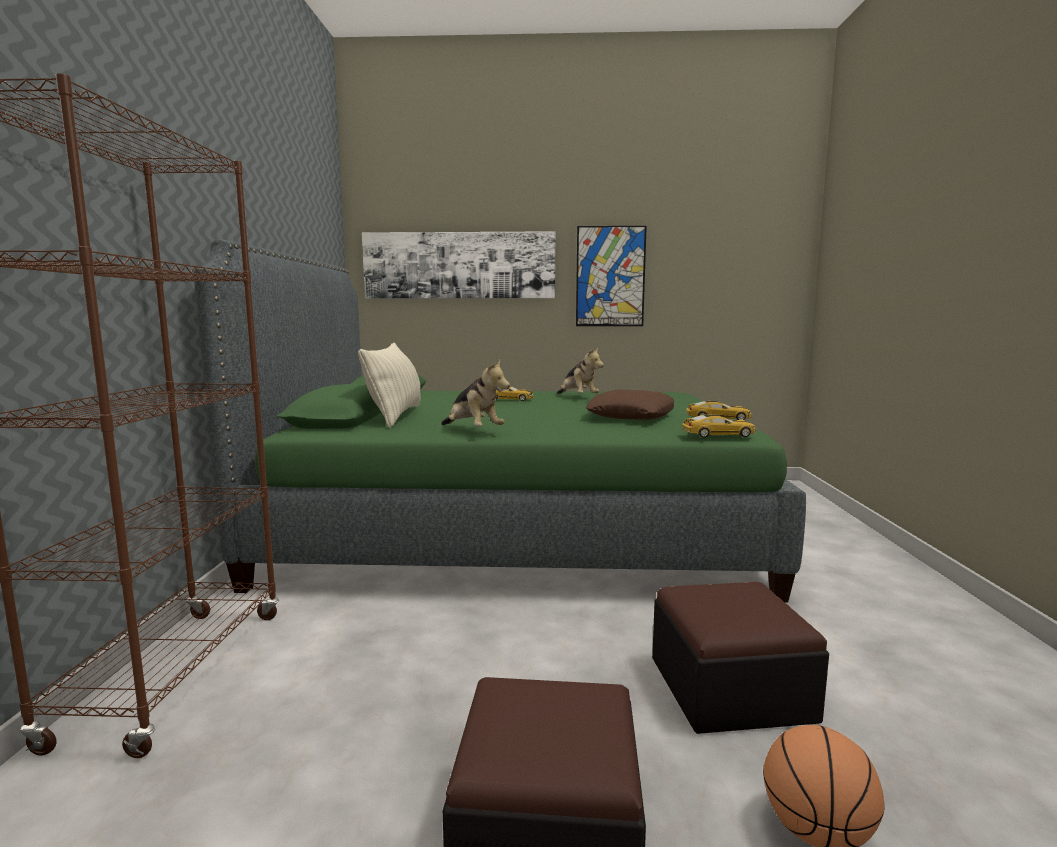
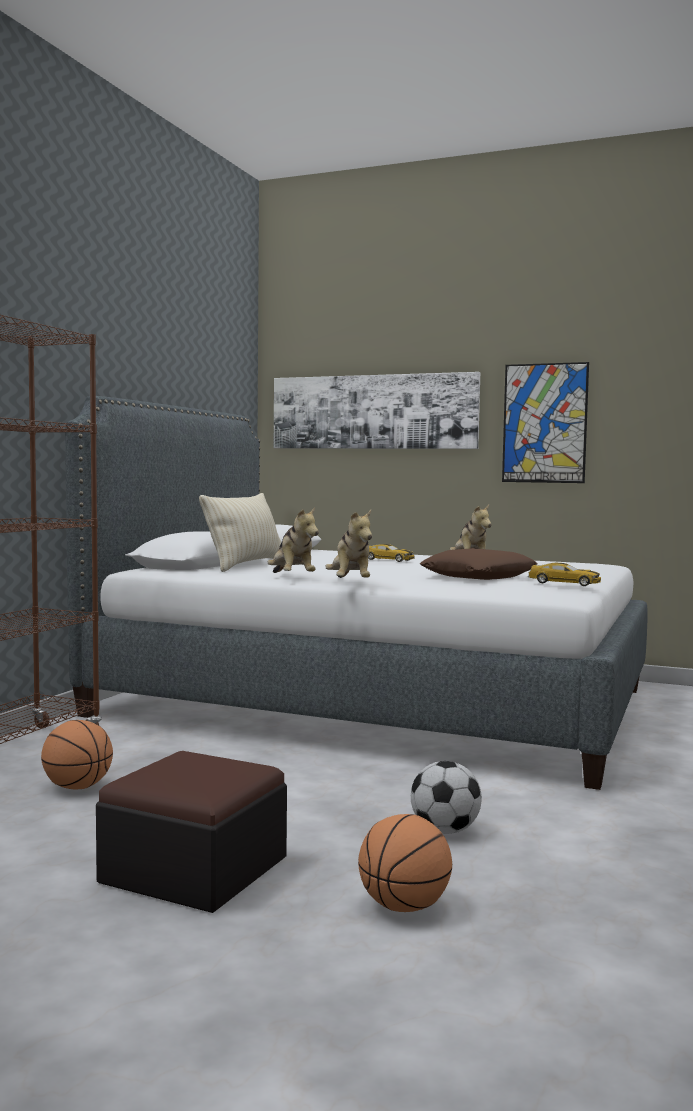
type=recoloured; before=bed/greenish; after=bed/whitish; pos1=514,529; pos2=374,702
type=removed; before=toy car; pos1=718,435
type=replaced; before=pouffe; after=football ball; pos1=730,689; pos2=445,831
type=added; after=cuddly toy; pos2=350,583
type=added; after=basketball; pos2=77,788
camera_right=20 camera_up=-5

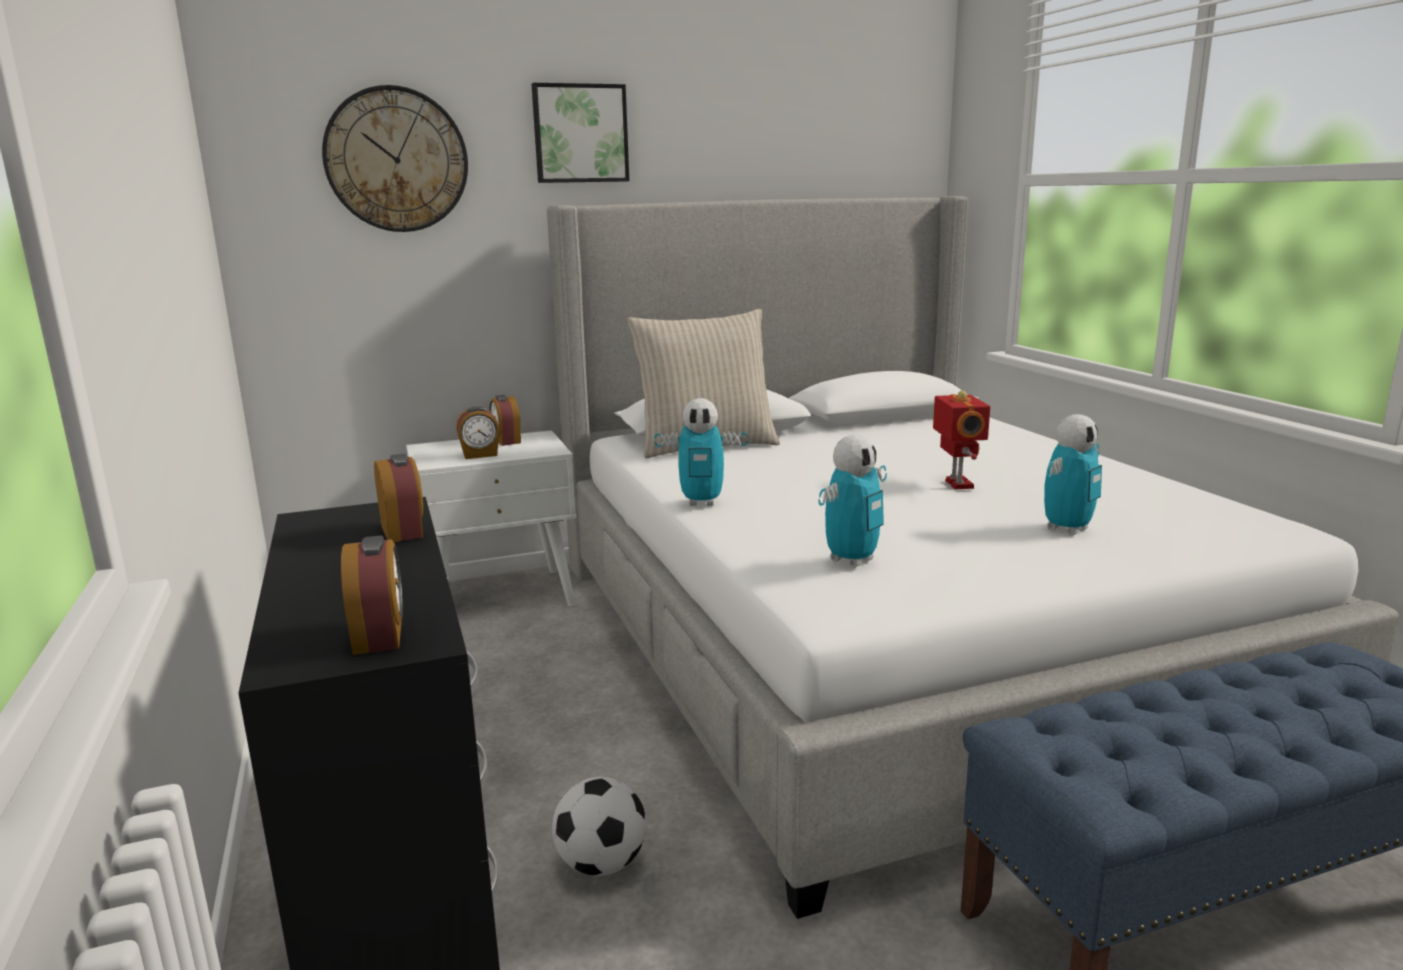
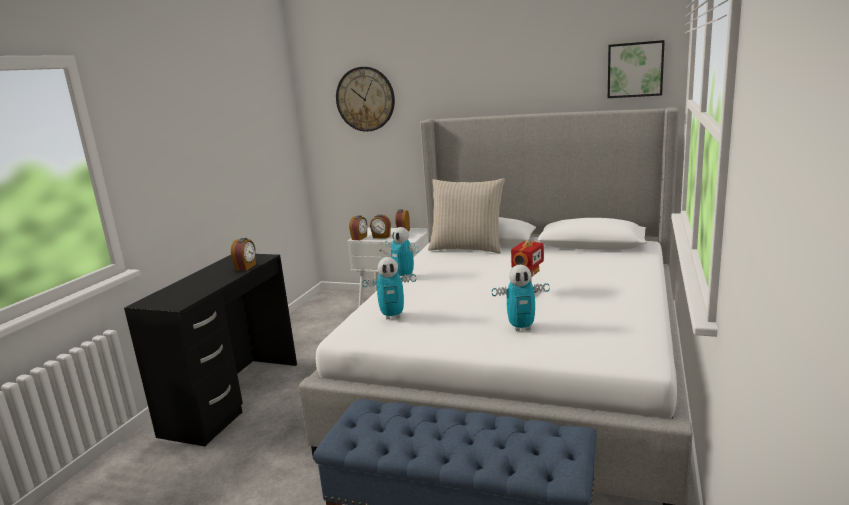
type=moved; before=wall picture; pos1=580,134; pos2=635,69
type=moved; before=table clock; pos1=380,637; pos2=360,238
type=removed; before=football ball; pos1=601,864
camera_right=40 camera_up=0

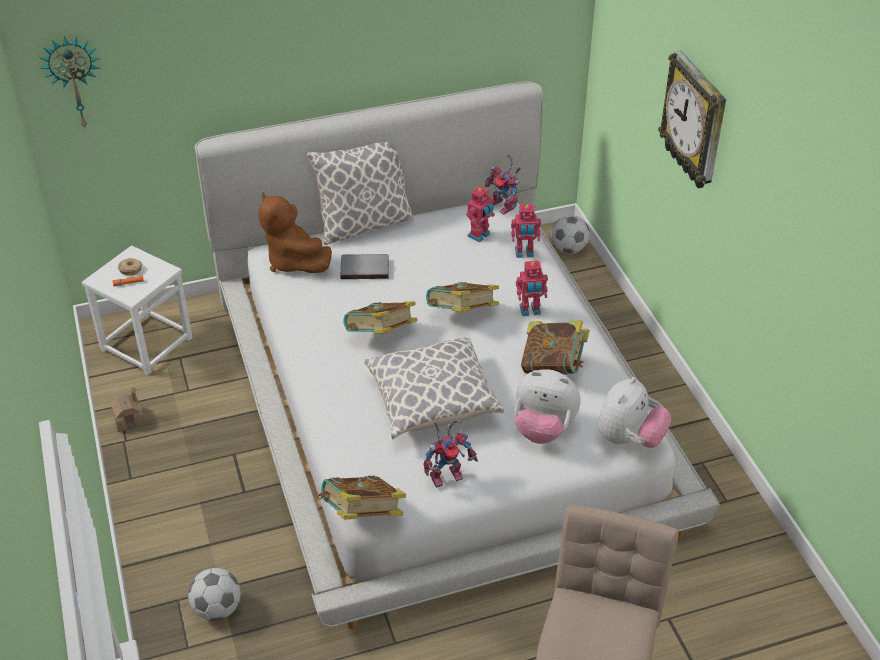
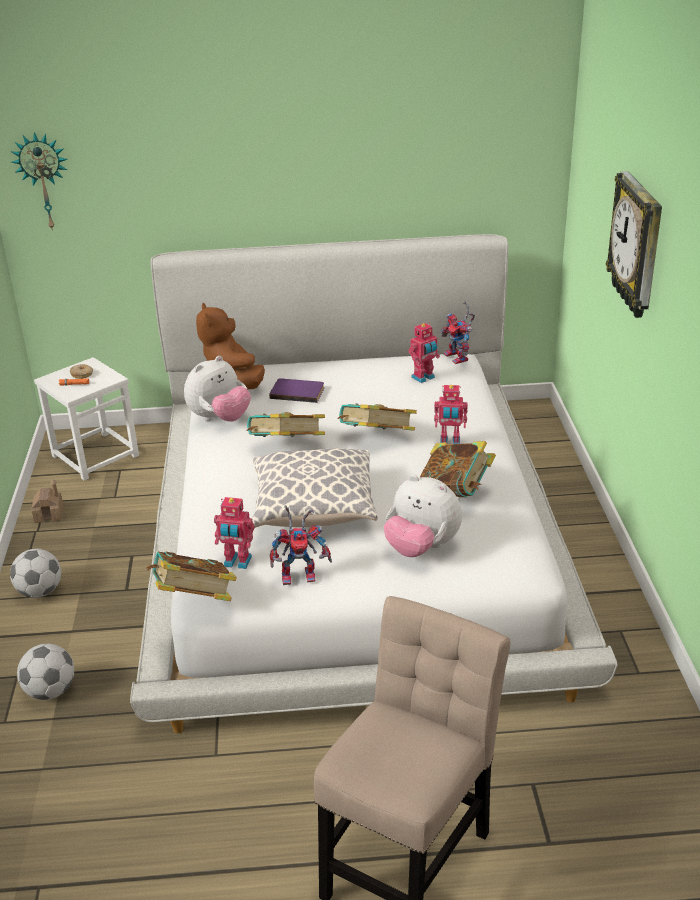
type=removed; before=pillow; pos1=363,224
type=moved; before=toy robot; pos1=524,253; pos2=237,562
type=moved; before=football ball; pos1=569,249; pos2=40,591
type=recoloured; before=bound book/greyish; after=bound book/purple-coloured; pos1=365,267; pos2=297,392
type=moved; before=cuddly toy; pos1=629,439; pos2=220,418
camera_right=15 camera_up=-10

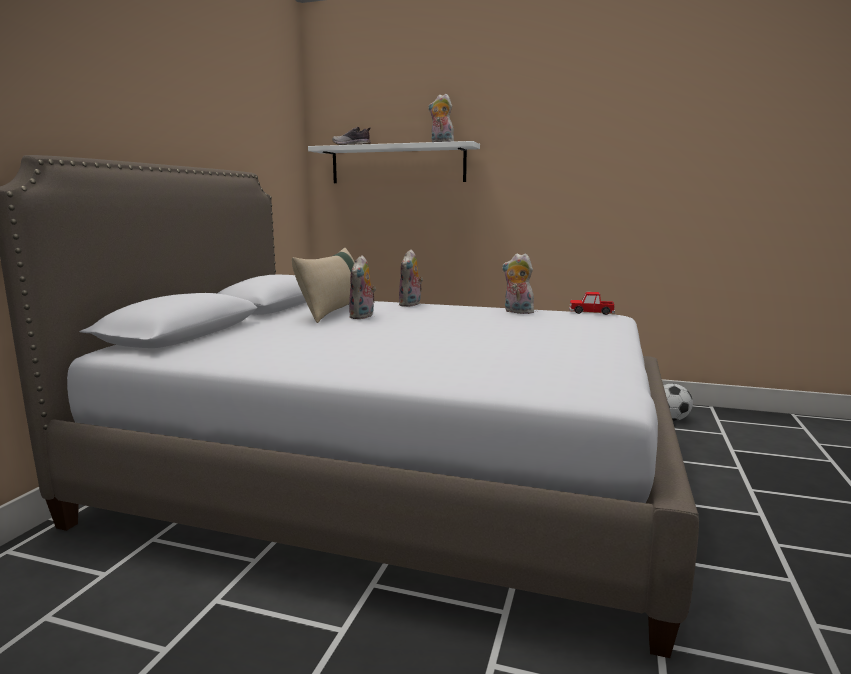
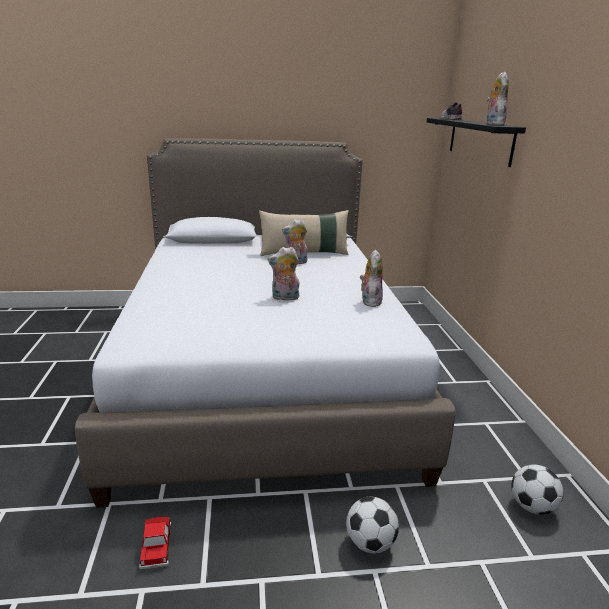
type=recoloured; before=bracket shelf/whitish; after=bracket shelf/black; pos1=397,164; pos2=479,140
type=moved; before=cuddly toy; pos1=411,305; pos2=284,298
type=moved; before=toy car; pos1=591,312; pos2=156,546
type=added; after=football ball; pos2=369,543
camera_right=65 camera_up=10

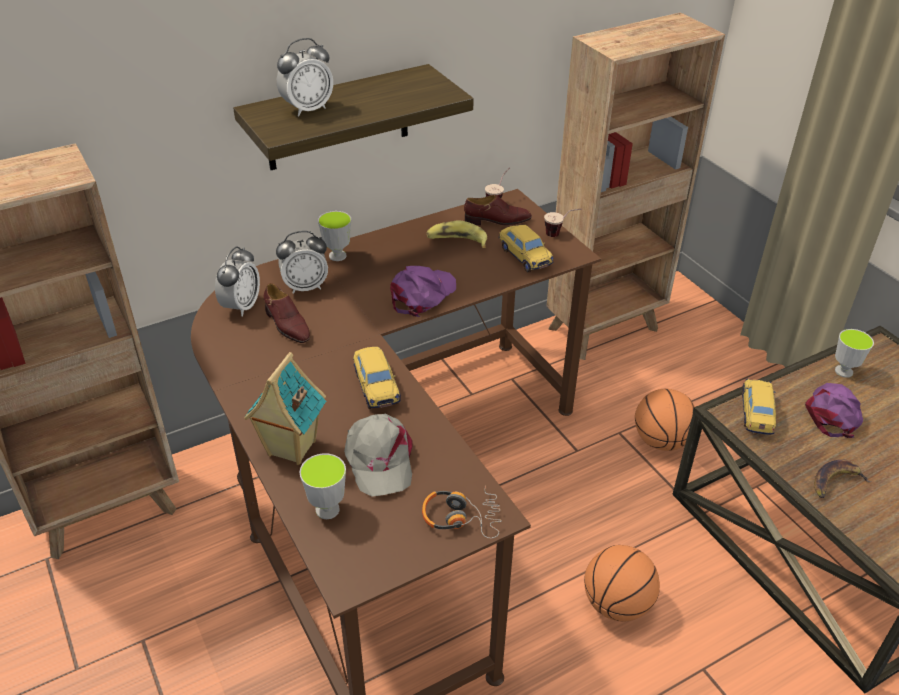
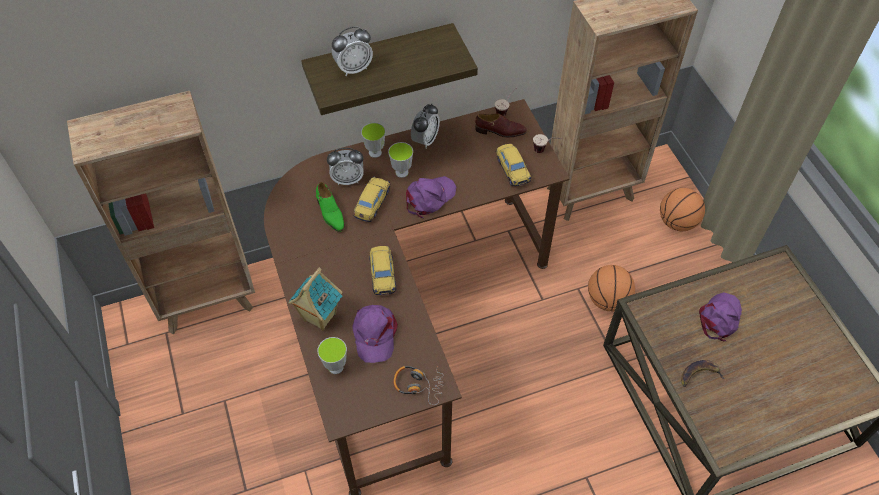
type=removed; before=banana; pos1=457,241
type=moved; before=table clock; pos1=241,306; pos2=425,140
type=recoloured; before=shoe/brown-coloured; after=shoe/greenish; pos1=287,325; pos2=330,213
type=moved; before=drinking cup; pos1=843,371; pos2=402,172
type=moved; before=toy car; pos1=756,414; pos2=372,203
type=recoloured; before=peaked cap/greyish; after=peaked cap/purple-coloured; pos1=379,459; pos2=374,334
type=moved; before=basketball; pos1=617,604; pos2=677,222
camera_right=10 camera_up=15

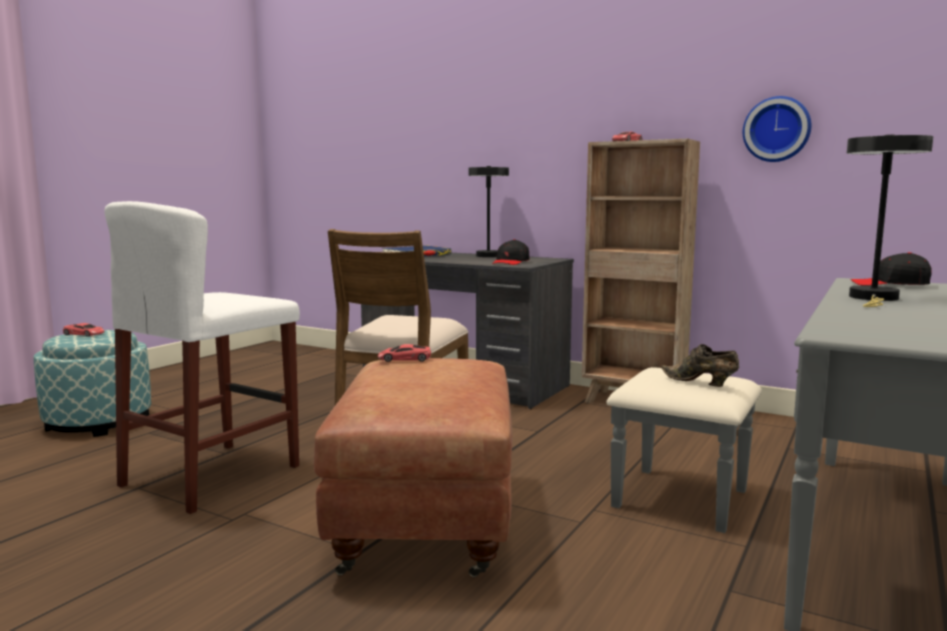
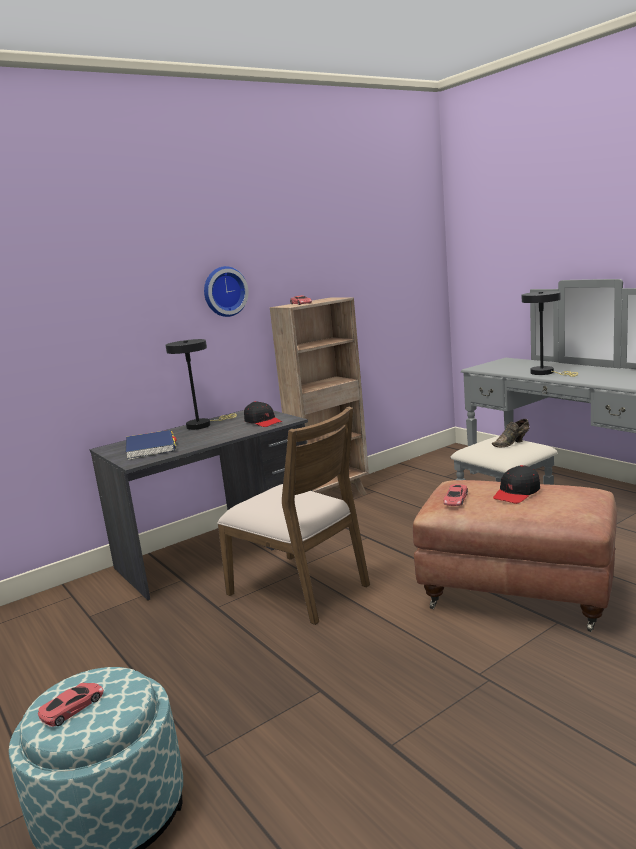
type=moved; before=clock on the wall; pos1=777,129; pos2=224,291
type=removed; before=stool seat/whitish; pos1=212,475
type=moved; before=peaked cap/black; pos1=890,284; pos2=517,493
camera_right=-65 camera_up=5

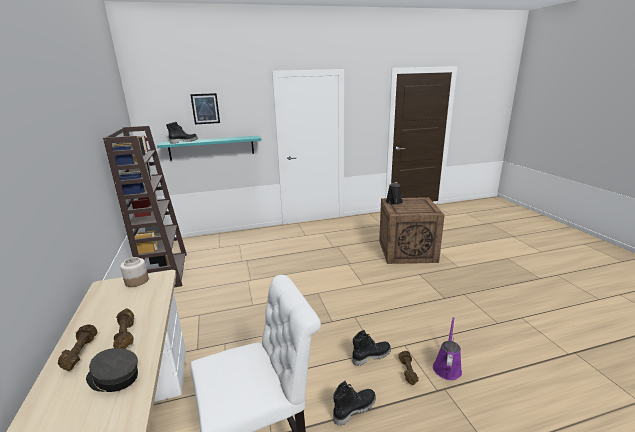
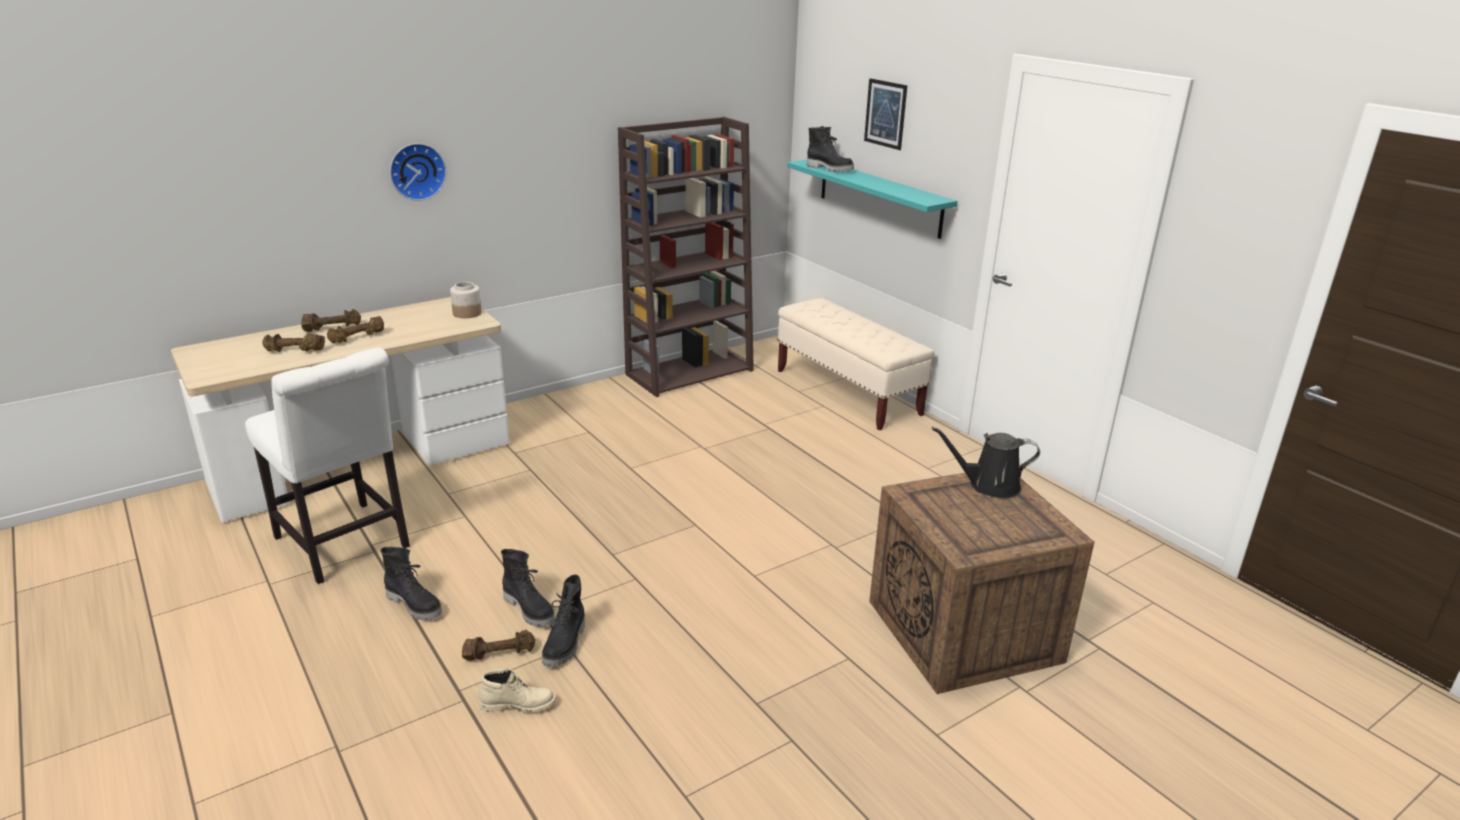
type=replaced; before=sprinkling can/purple-coloured; after=boot/beige-coloured; pos1=447,367; pos2=518,704
type=replaced; before=peaked cap/greyish; after=dumbbell/brown-coloured; pos1=114,377; pos2=294,351
type=added; after=clock on the wall; pos2=416,171
type=added; after=long seat/beige-coloured; pos2=847,393
type=added; after=boot/black; pos2=566,644
camera_right=70 camera_up=5

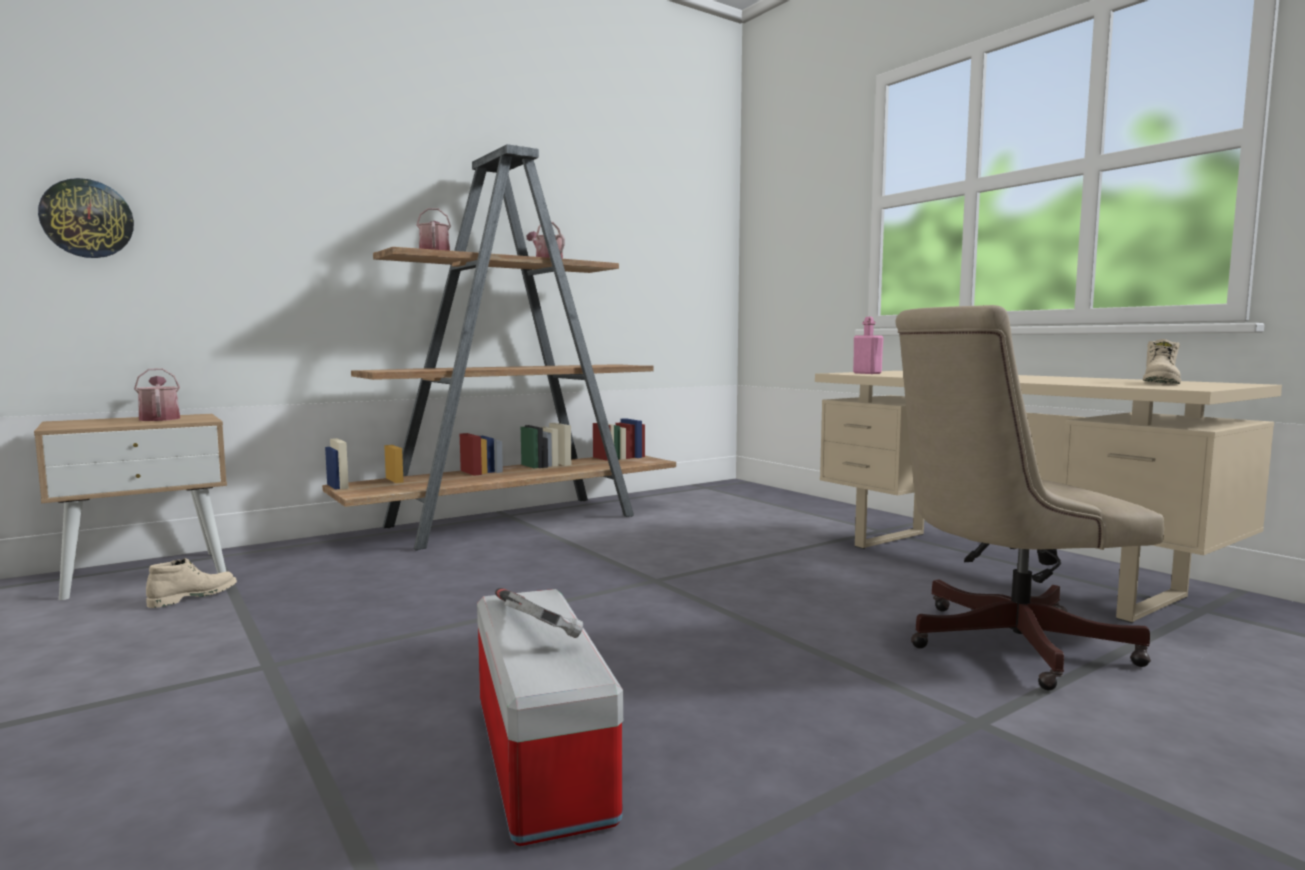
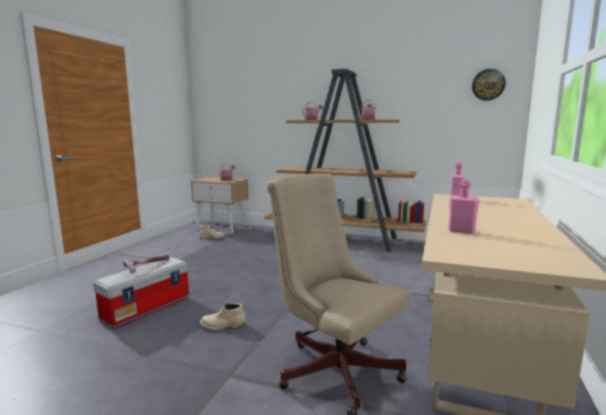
type=moved; before=clock on the wall; pos1=87,219; pos2=488,84
type=moved; before=boot/beige-coloured; pos1=1161,383; pos2=223,326
type=added; after=bottle/pinkish; pos2=461,231
camera_right=55 camera_up=5

